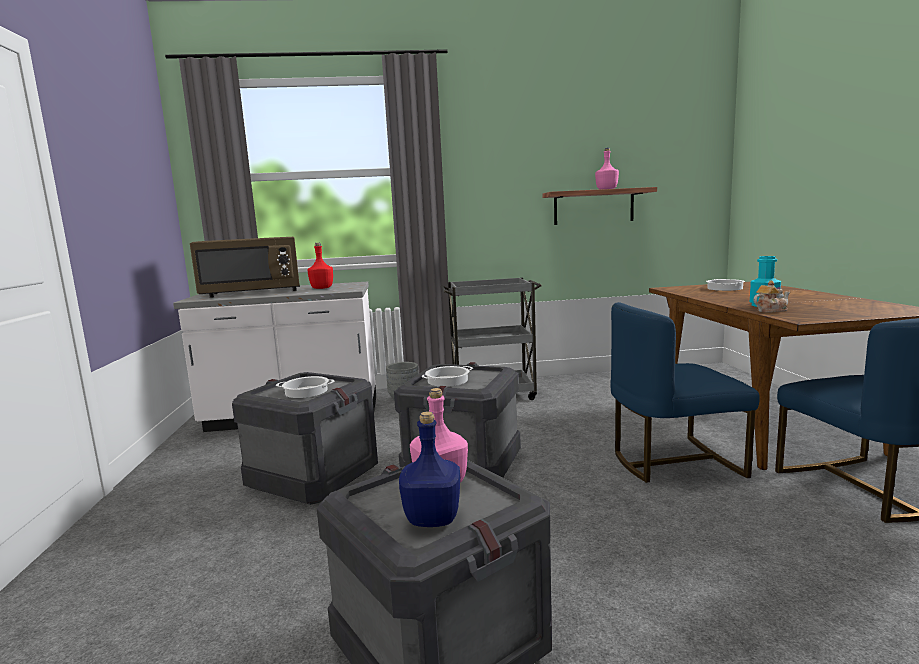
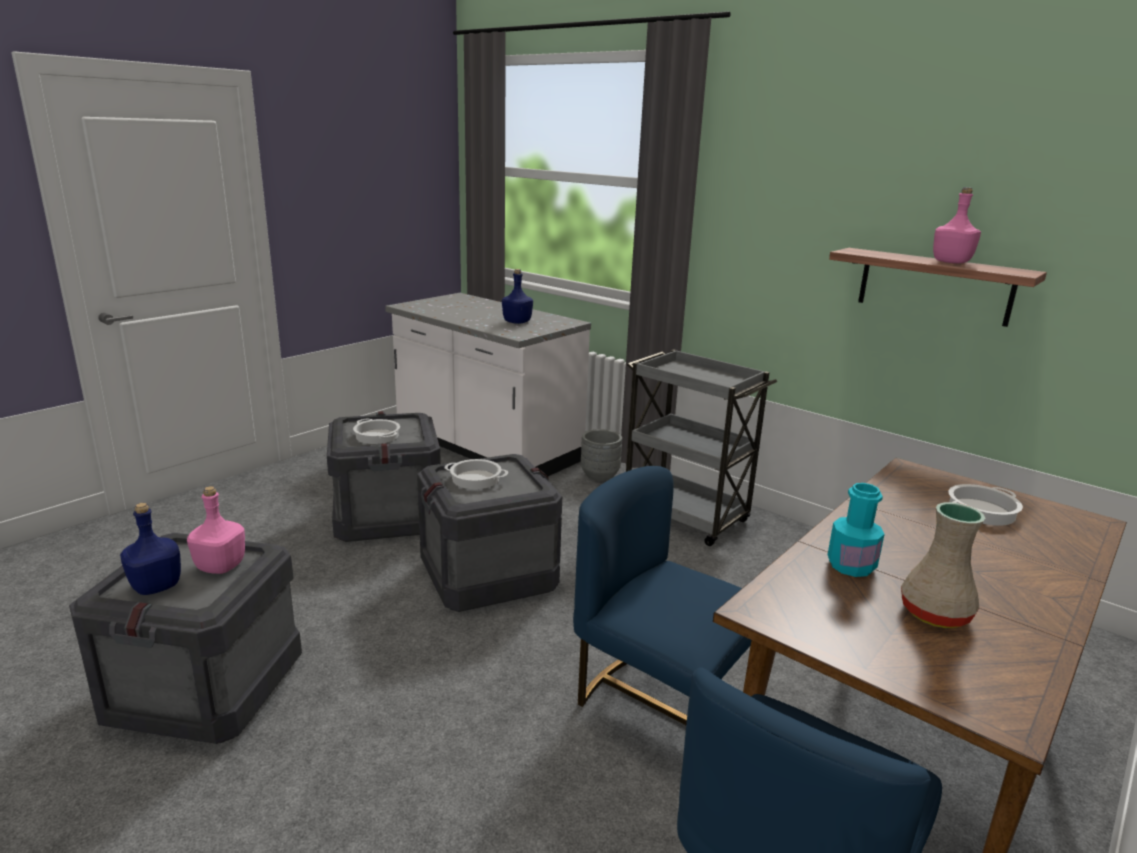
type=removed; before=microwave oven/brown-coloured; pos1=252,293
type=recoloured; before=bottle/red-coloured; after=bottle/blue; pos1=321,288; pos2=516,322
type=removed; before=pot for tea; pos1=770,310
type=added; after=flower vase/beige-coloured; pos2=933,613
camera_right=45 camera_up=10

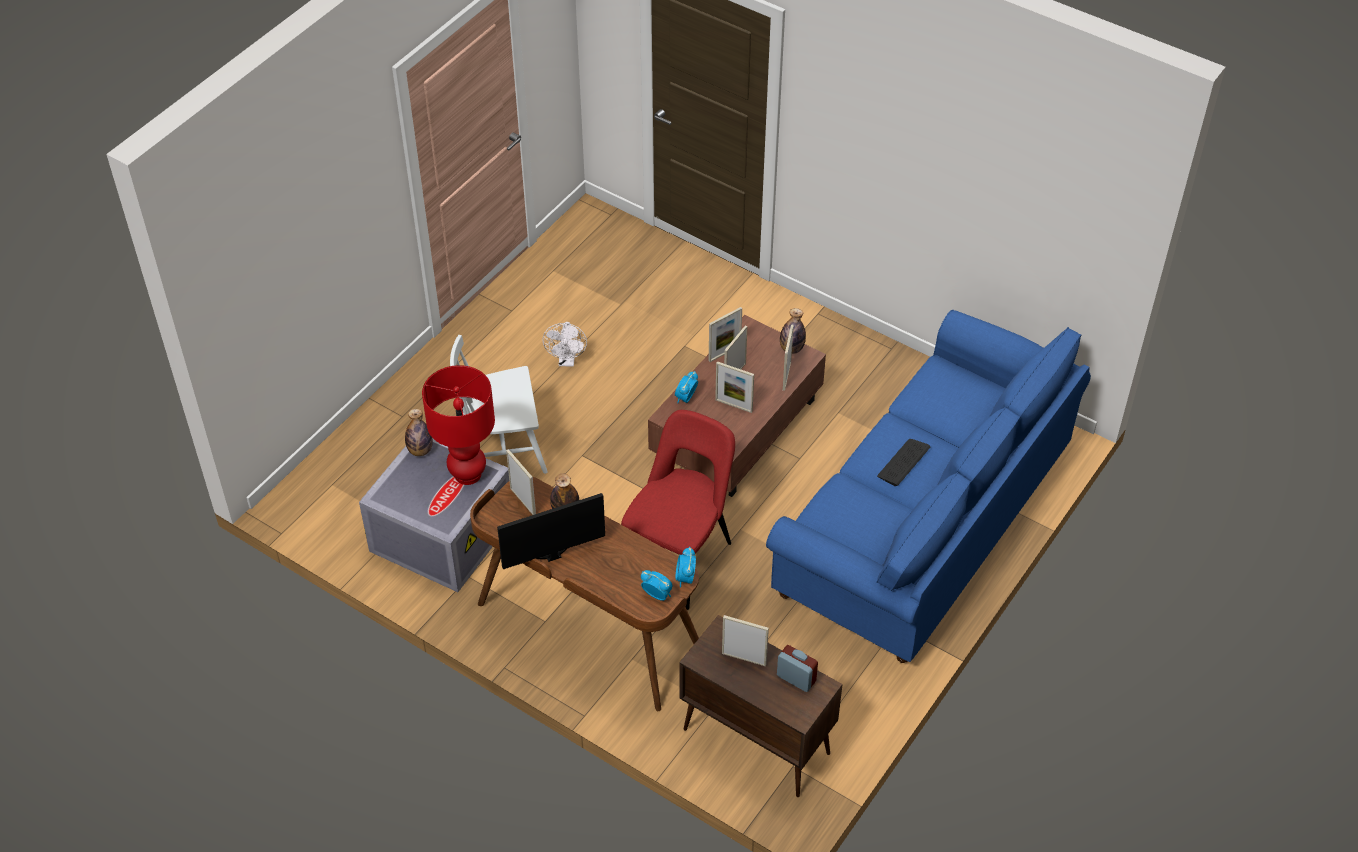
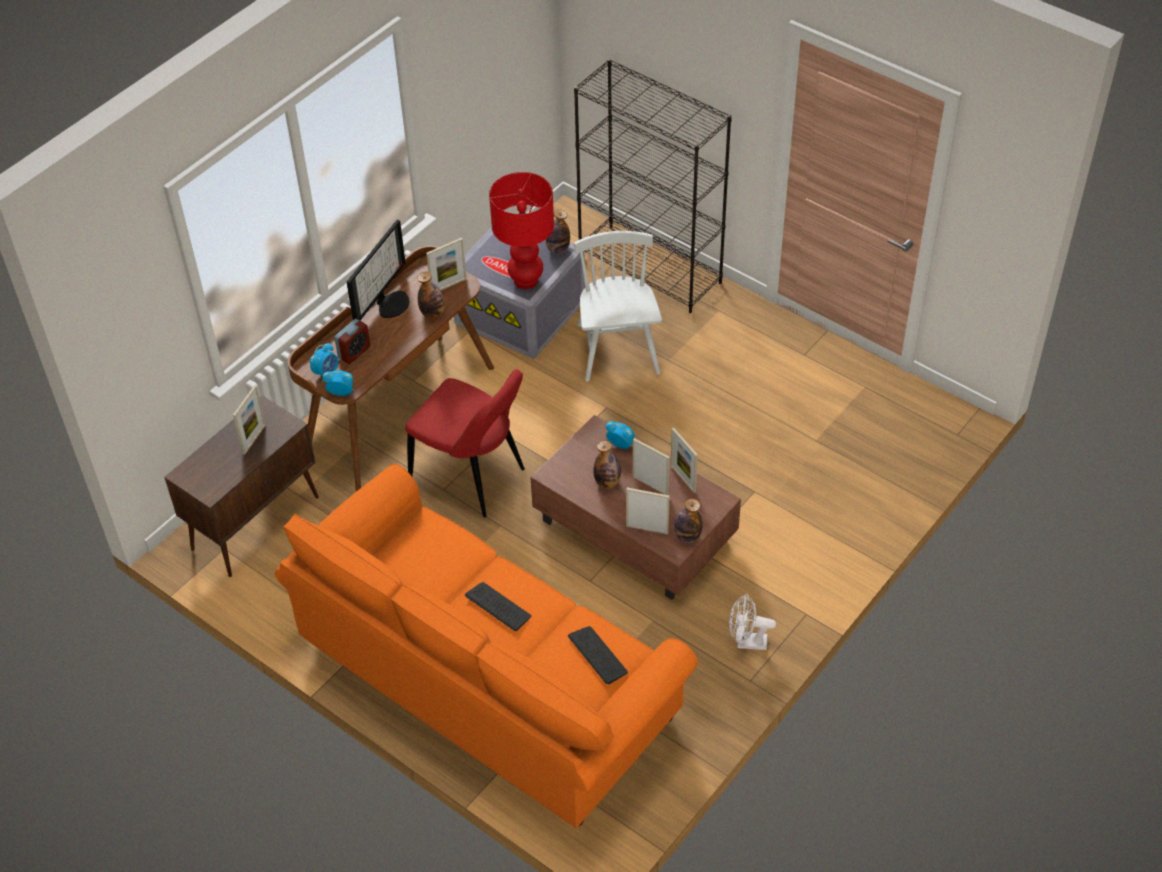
type=recoloured; before=settee/blue; after=settee/orange-coloured; pos1=922,524; pos2=489,681
type=moved; before=fan/whitish; pos1=567,361; pos2=746,642
type=replaced; before=photo frame; after=bottle; pos1=733,405; pos2=607,482
type=turned; before=computer screen; pos1=549,550; pos2=390,303; turn=45
type=moved; before=table clock; pos1=796,678; pos2=354,352
type=added; after=bookshelf/black; pos2=651,268
type=added; after=keyboard; pos2=598,655
camera_right=95 camera_up=0

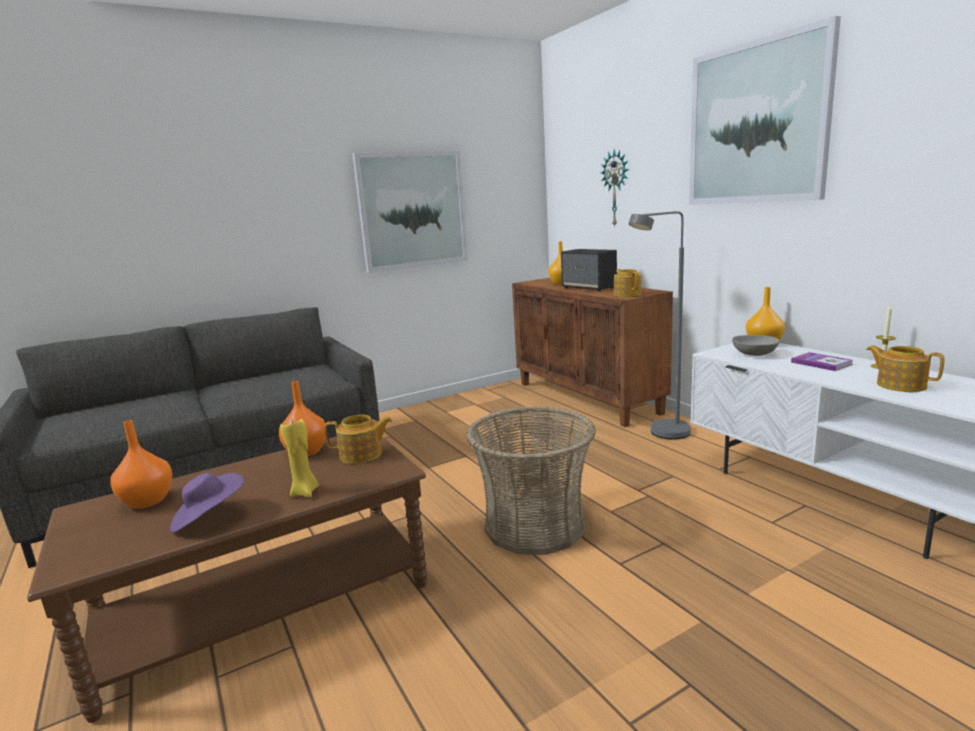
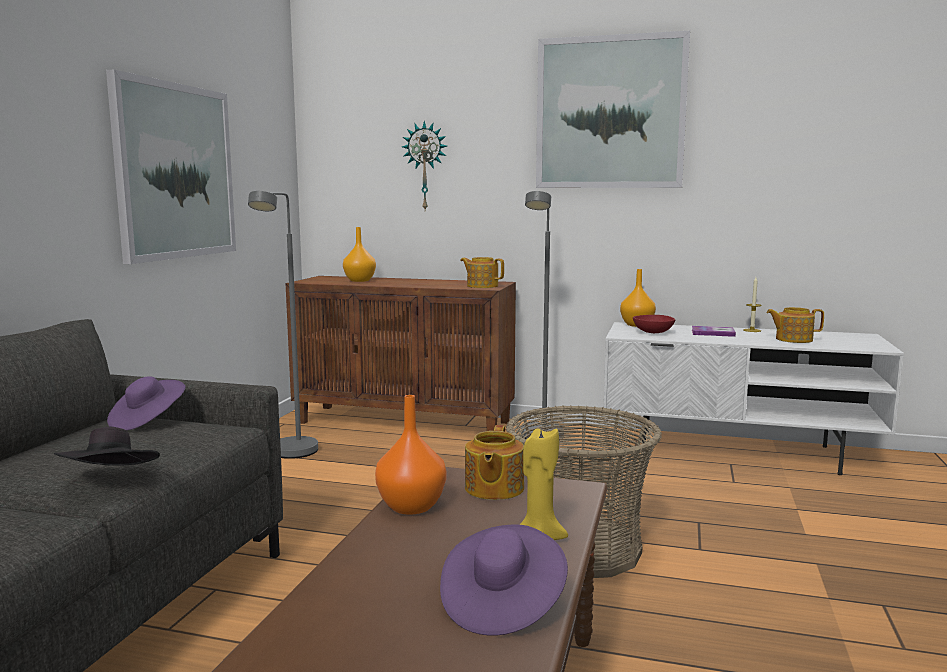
type=removed; before=loudspeaker; pos1=589,288
type=recoloured; before=serving bowl/greyish; after=serving bowl/red-coloured; pos1=753,354; pos2=652,332
type=turned; before=pot for tea; pos1=362,455; pos2=493,489; turn=150
type=removed; before=flower vase/orange-coloured; pos1=146,501
type=added; after=standing lamp/greyish; pos2=290,455
type=added; after=clothing hat/purple-coloured; pos2=148,421
type=added; after=clothing hat/black; pos2=111,480
camera_right=-45 camera_up=-5

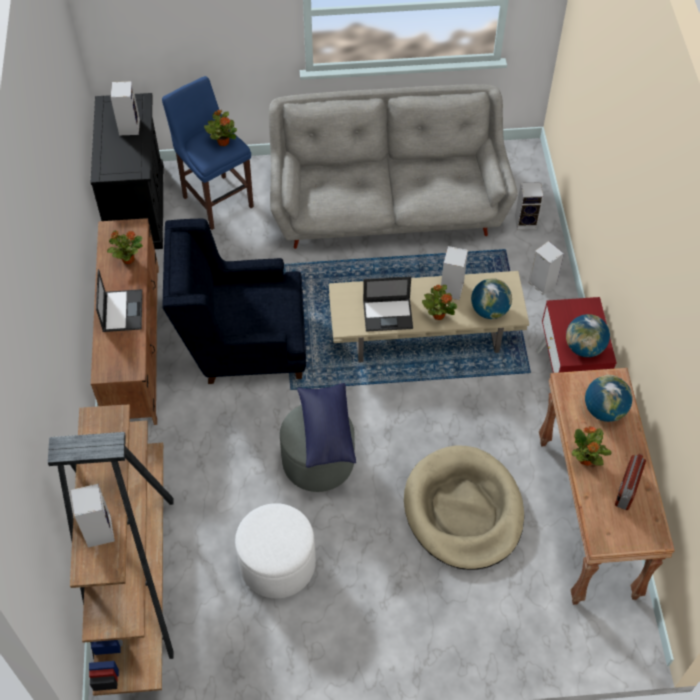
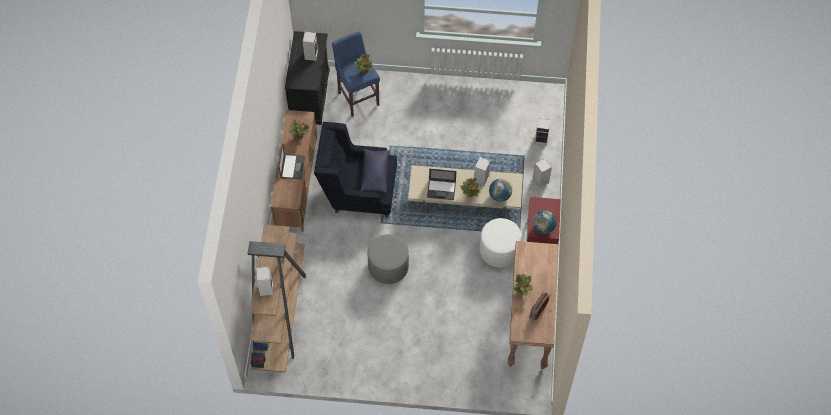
type=removed; before=settee/greyish; pos1=388,207
type=removed; before=globe; pos1=604,410
type=moved; before=pillow/blue; pos1=326,431; pos2=375,174
type=removed; before=dog bed/beige-coloured; pos1=463,510
type=moved; before=pouffe/whitish; pos1=277,564; pos2=499,250
camera_right=10 camera_up=5

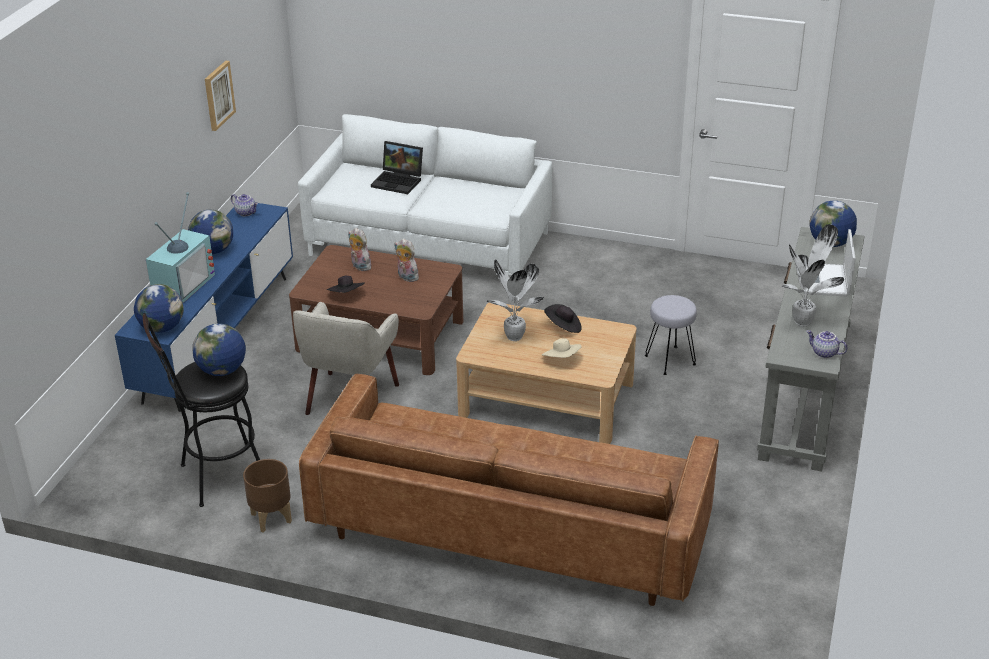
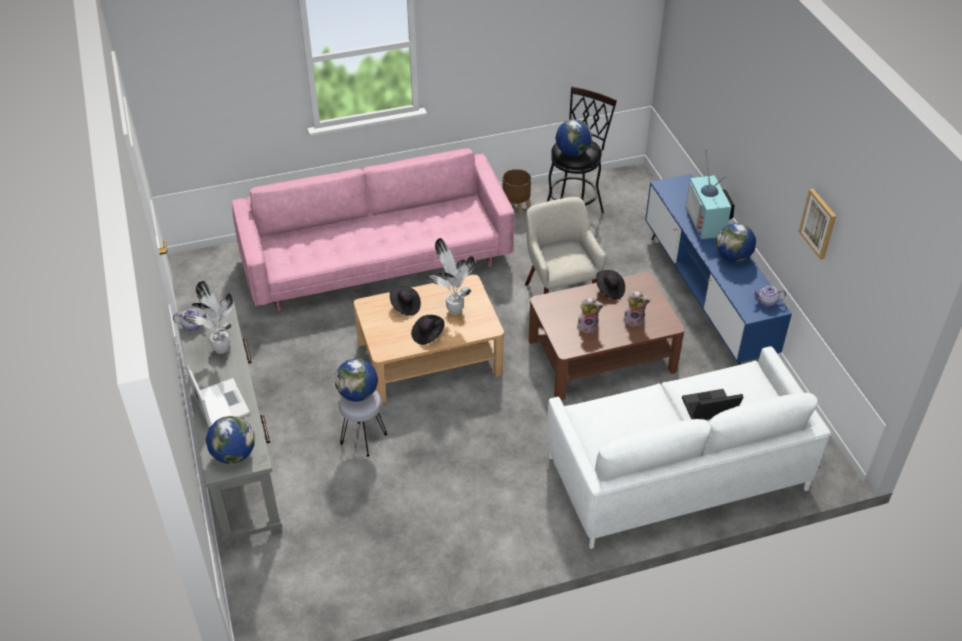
type=moved; before=globe; pos1=162,328; pos2=358,394
type=recoloured; before=clothing hat/beige-coloured; after=clothing hat/black; pos1=562,359; pos2=405,306
type=recoloured; before=settee/brown-coloured; after=settee/pinkish; pos1=510,527; pos2=376,260
camera_right=145 camera_up=10

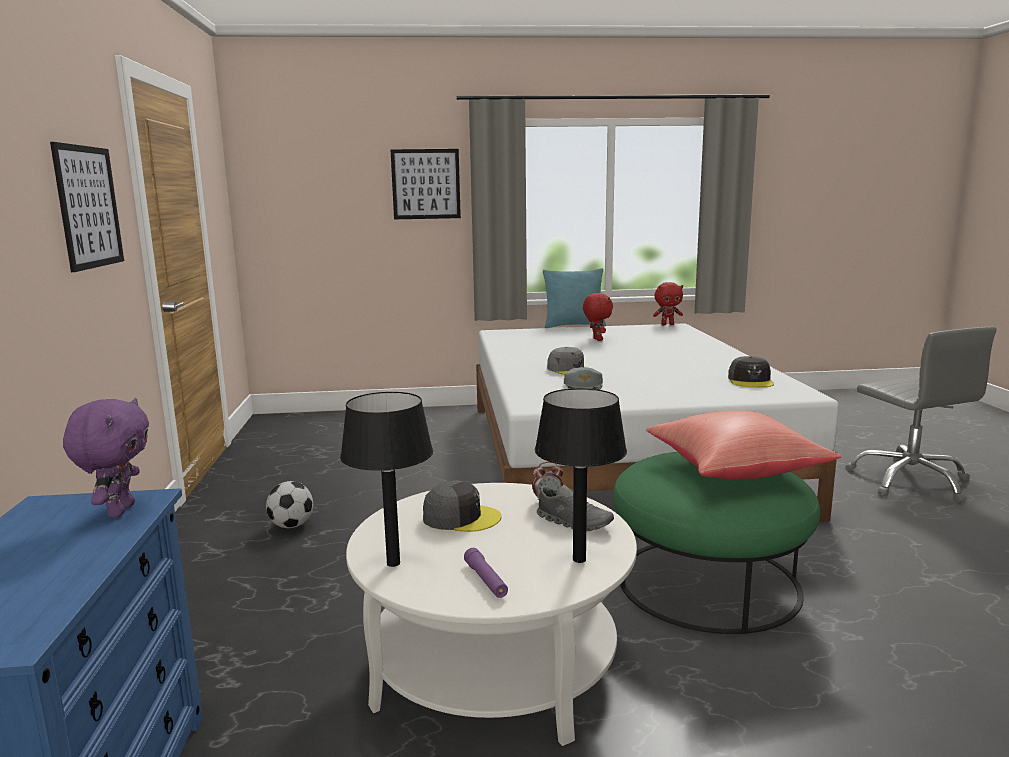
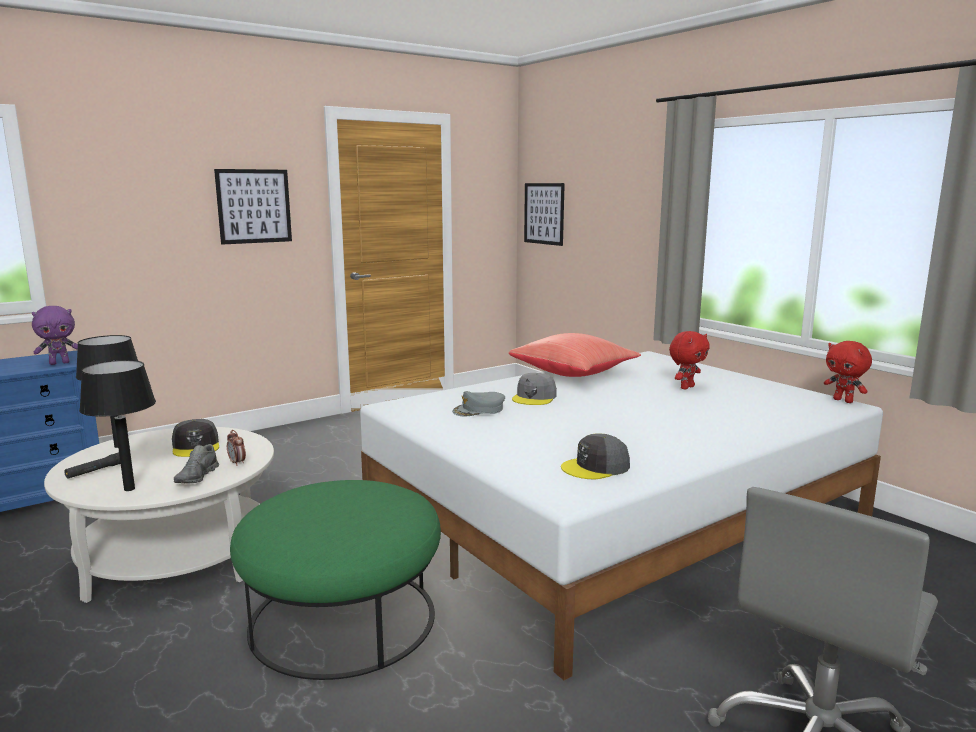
type=moved; before=wall picture; pos1=426,184; pos2=544,213
type=removed; before=pillow/turquoise-coloured; pos1=574,325
type=moved; before=pillow/red-coloured; pos1=733,470; pos2=574,373
type=removed; before=football ball; pos1=291,526
type=recoloured; before=torch/purple-coloured; after=torch/black; pos1=486,580; pos2=95,471
camera_right=60 camera_up=0

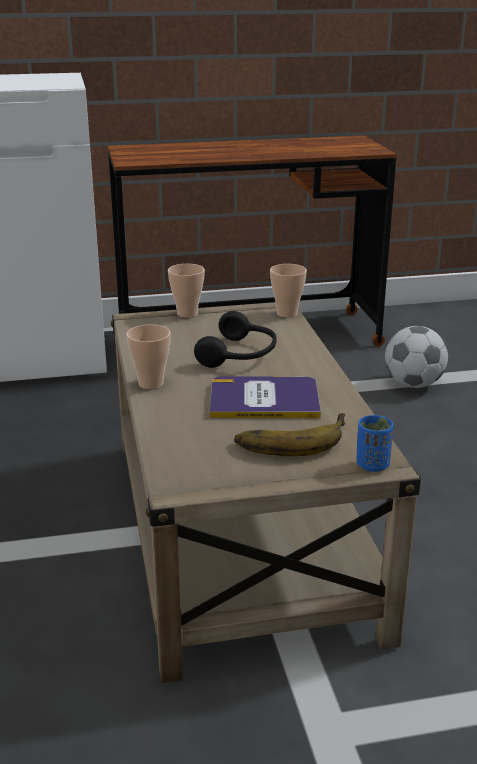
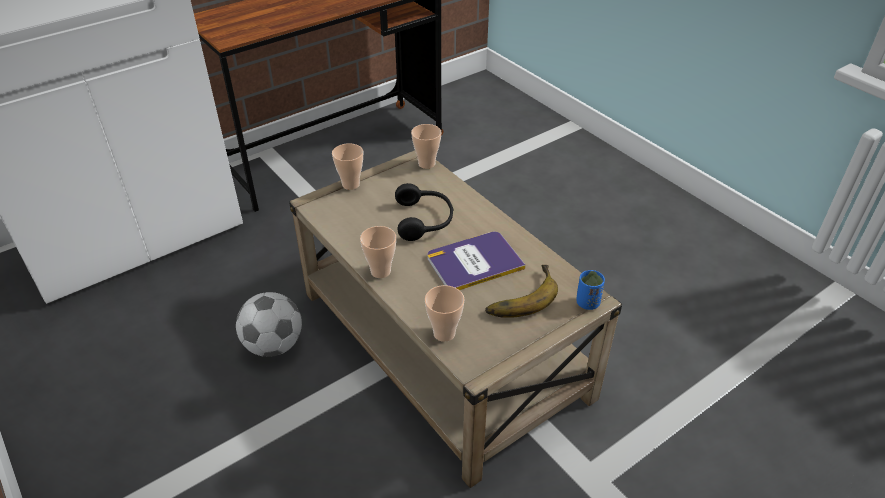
type=moved; before=football ball; pos1=413,384; pos2=274,345
type=added; after=drinking cup; pos2=444,333
camera_right=-25 camera_up=15

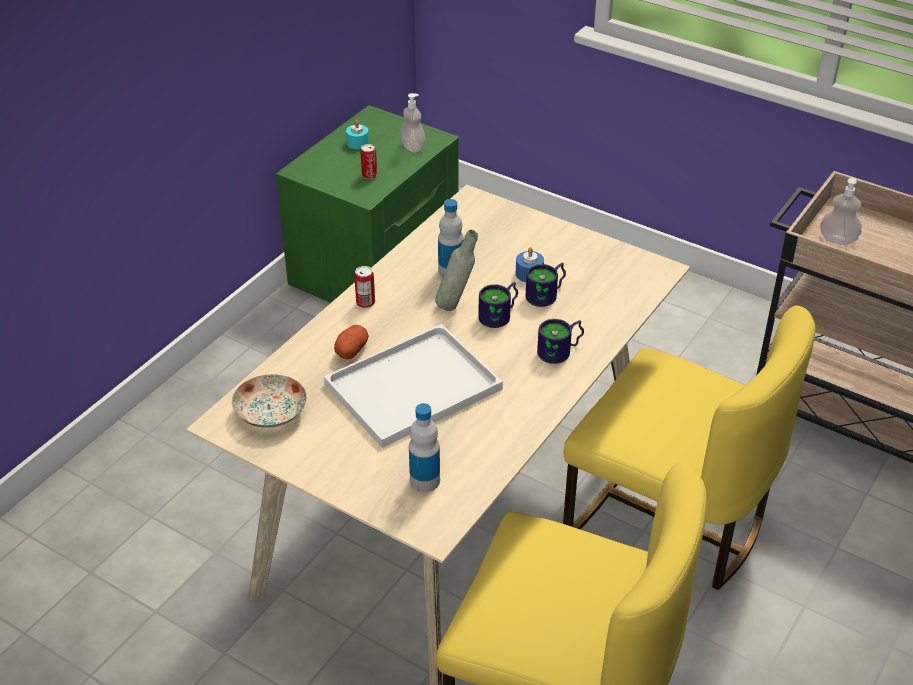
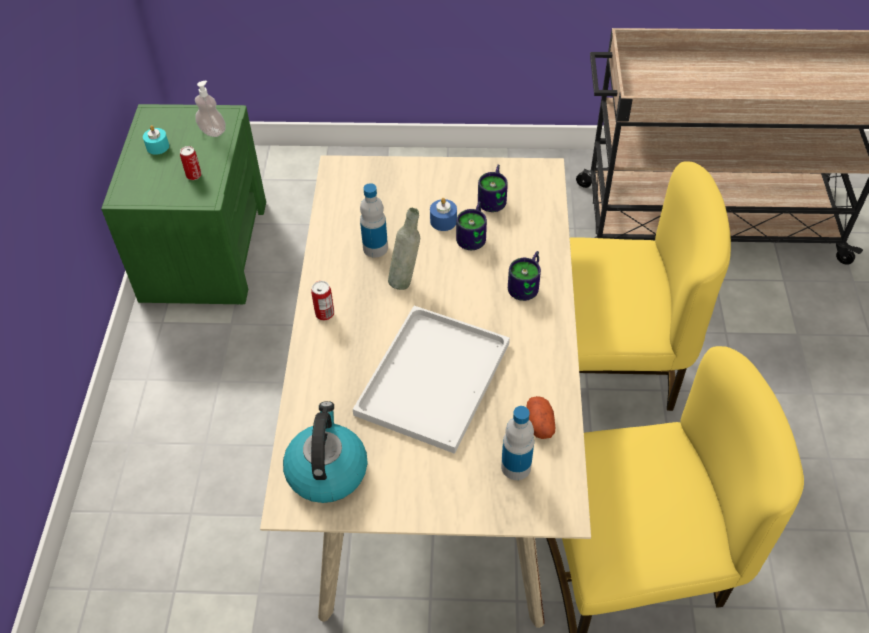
type=removed; before=liquid soap bottle; pos1=838,239
type=moved; before=tea mug; pos1=501,315; pos2=495,198
type=moved; before=whole potato; pos1=351,350; pos2=539,424
type=replaced; before=dinner plate; after=tea kettle; pos1=270,413; pos2=326,470
camera_right=-30 camera_up=10

